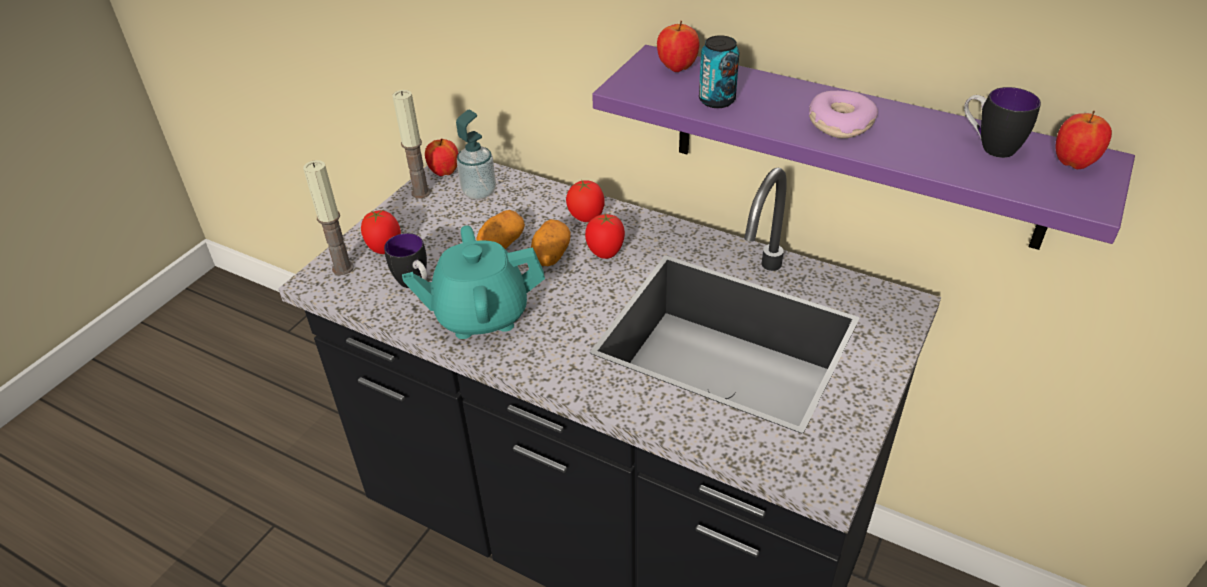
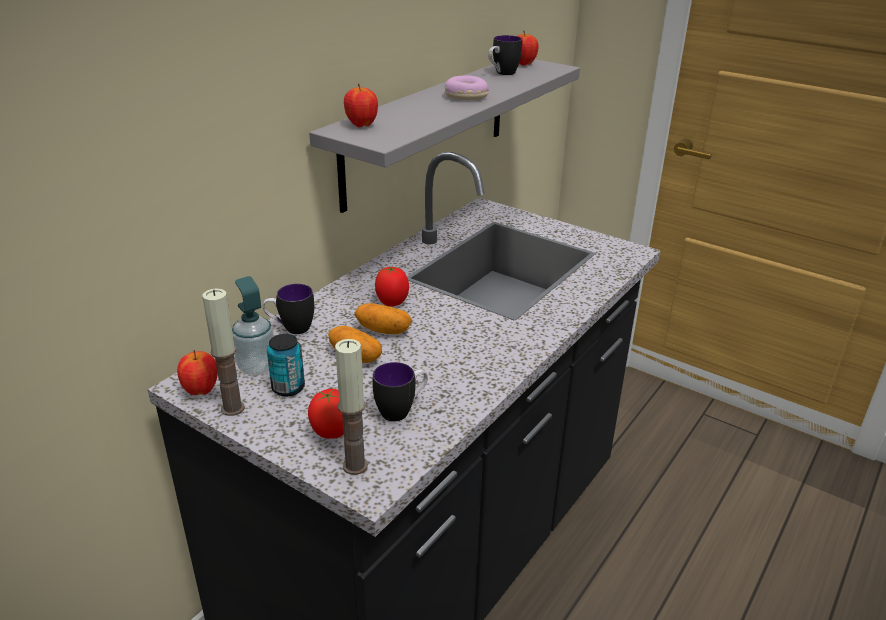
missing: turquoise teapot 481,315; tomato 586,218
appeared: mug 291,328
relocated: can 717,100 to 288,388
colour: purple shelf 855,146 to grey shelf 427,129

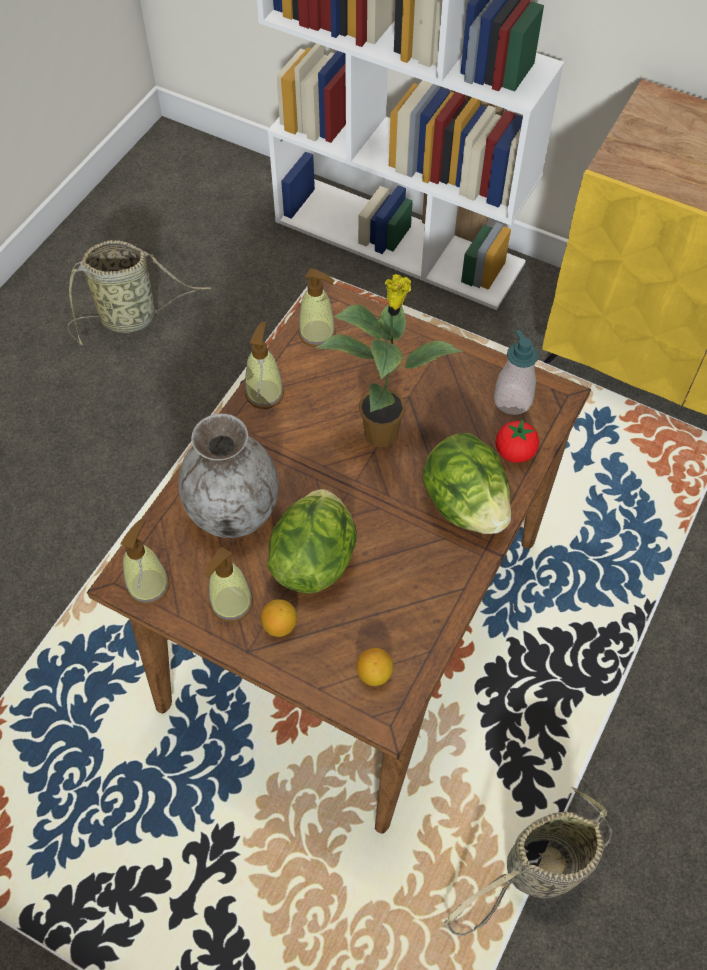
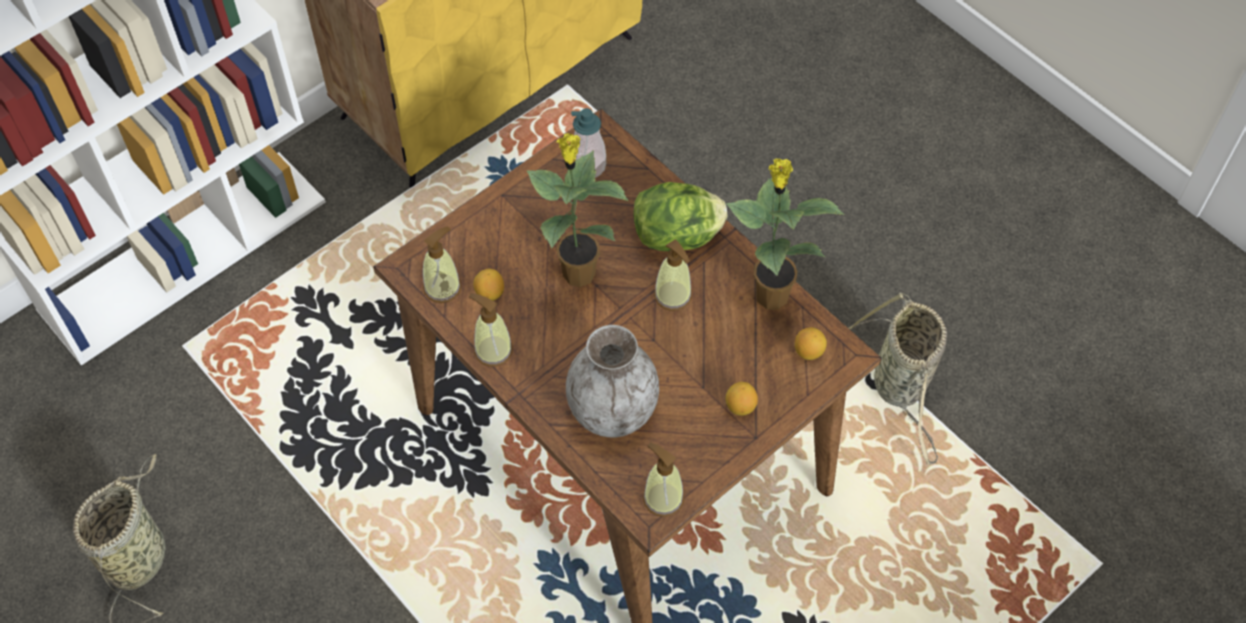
missing: lettuce 314,558; tomato 514,452
appeared: lemon 489,293; potted plant 770,294
relocated: soap dispenser 231,603 to 673,295

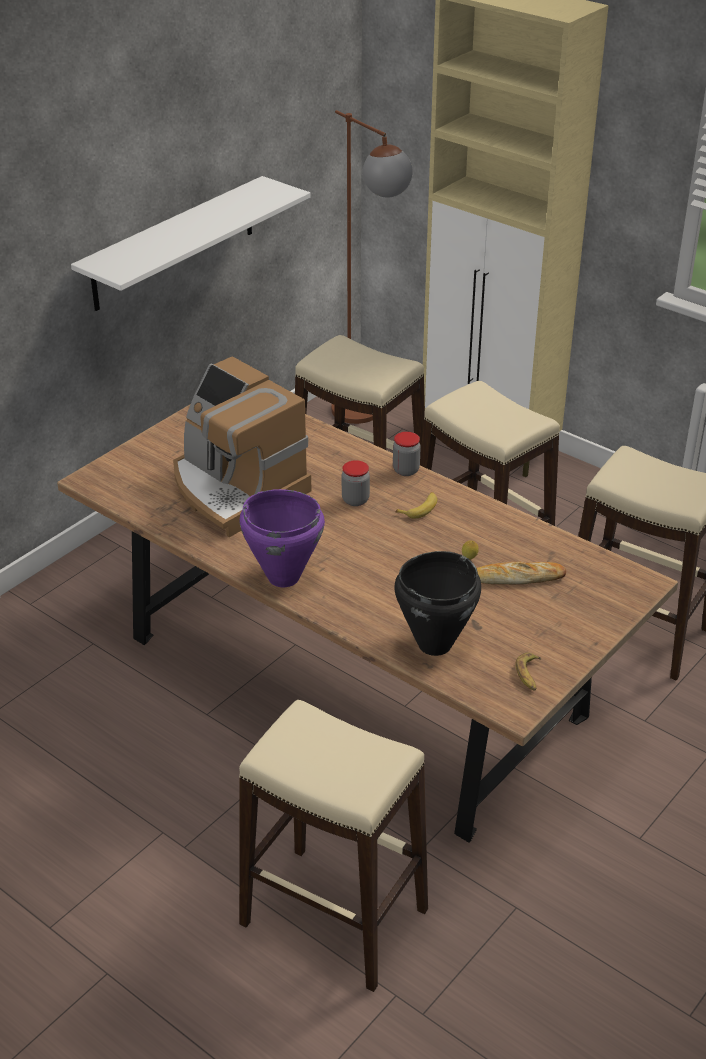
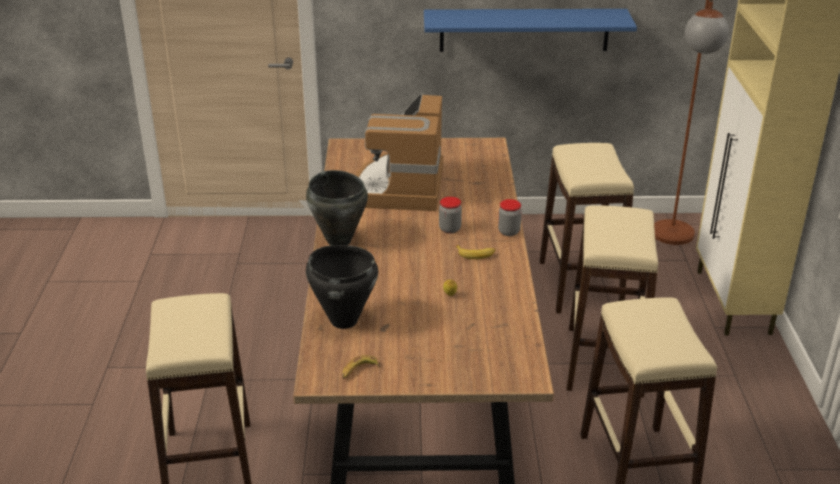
missing: bread 518,577
colour: purple cooking pot 283,577 to black cooking pot 339,240; white shelf 174,243 to blue shelf 524,30

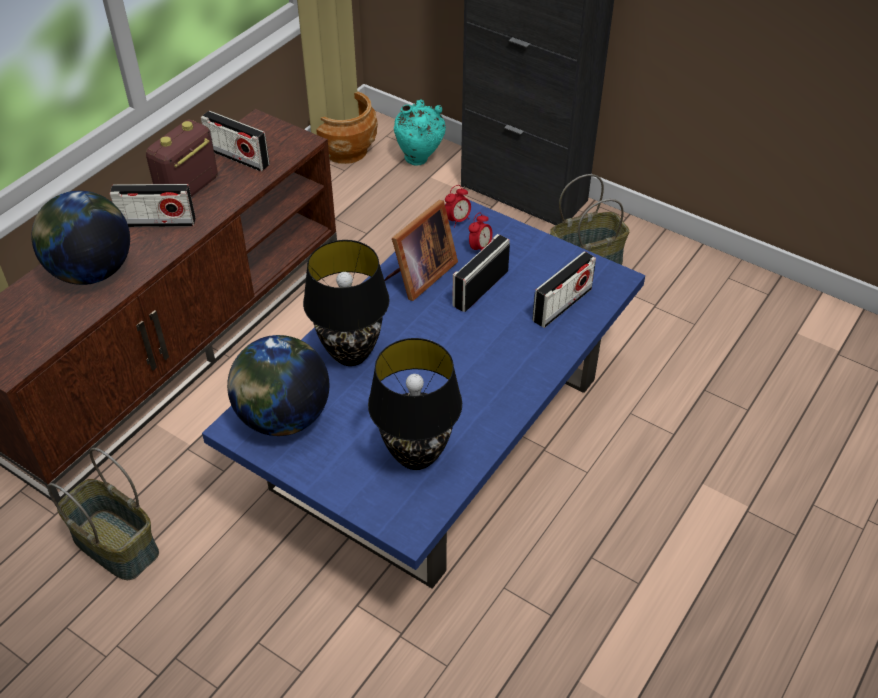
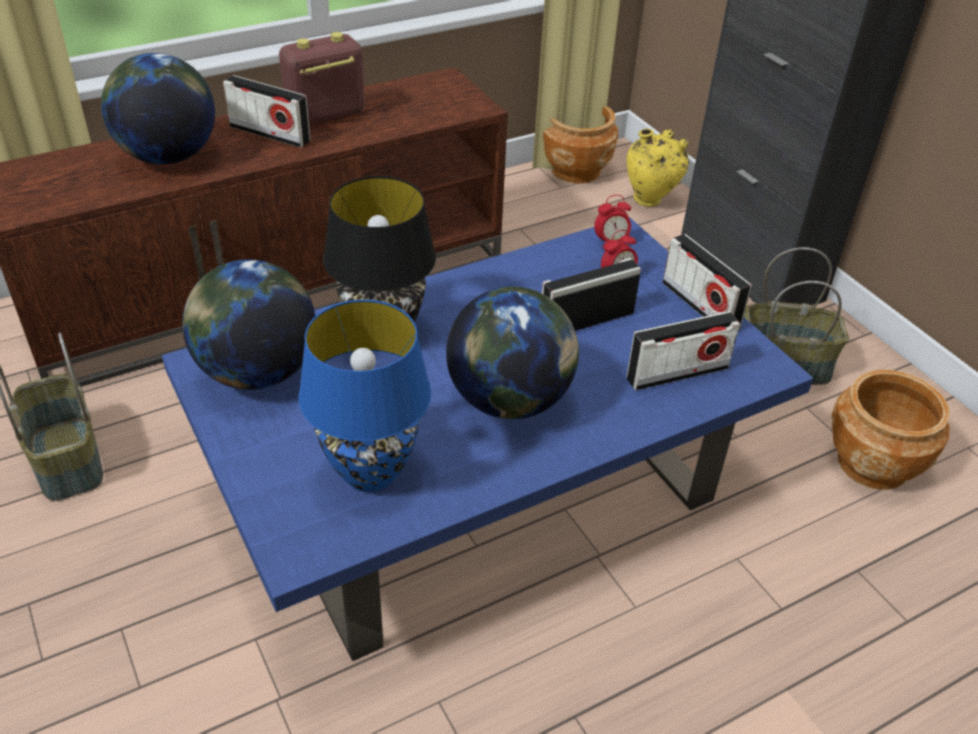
missing: picture frame 419,276
appeared: globe 510,400; brown planter 872,463
relocated: radio 238,157 to 700,306
colour: black table lamp 416,455 to blue table lamp 371,473; turquoise vase 419,160 to yellow vase 650,202

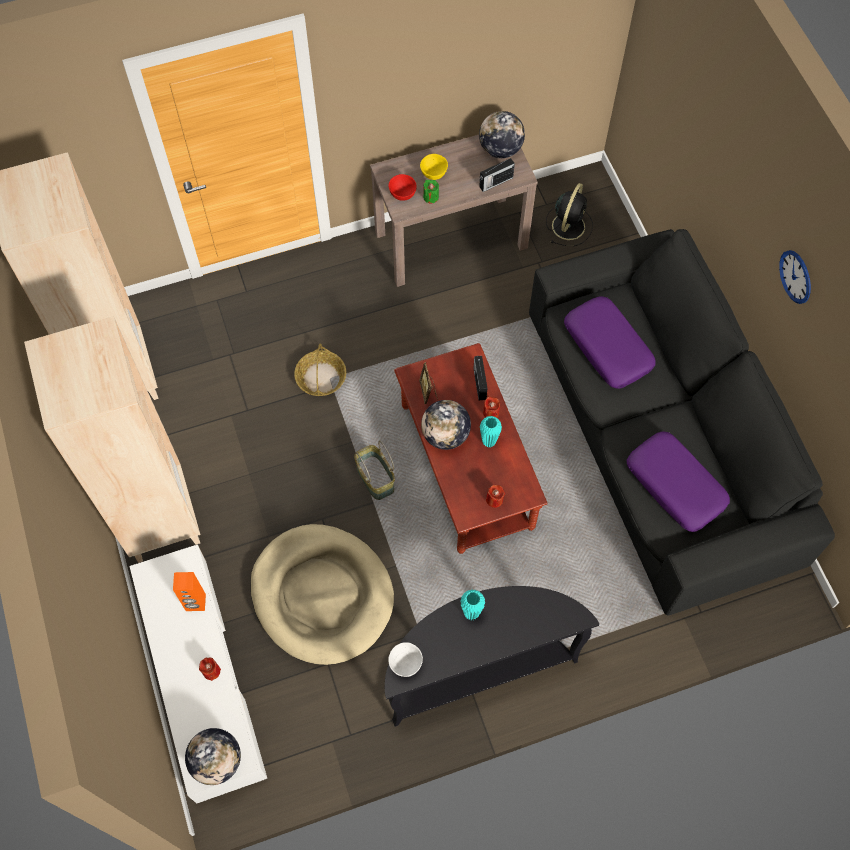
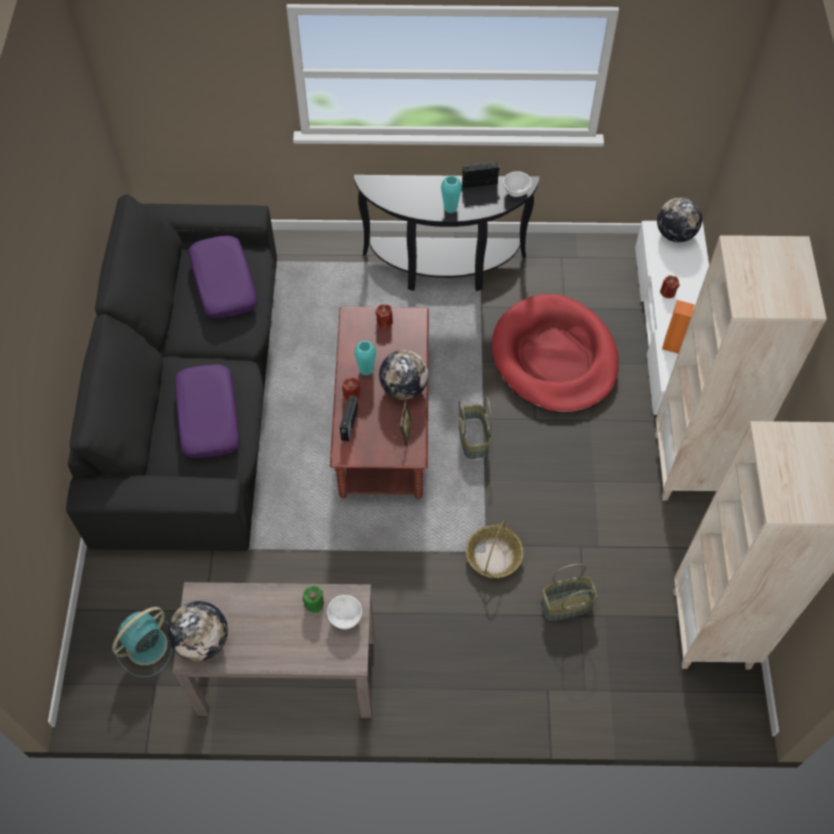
missing: yellow bowl 433,174; wall clock 795,276
appeared: basket 566,605
relocated: radio 495,182 to 480,183
colour: black fan 569,225 to turquoise fan 145,647; red bowl 402,194 to white bowl 345,618; beige dog bed 322,595 to red dog bed 554,358

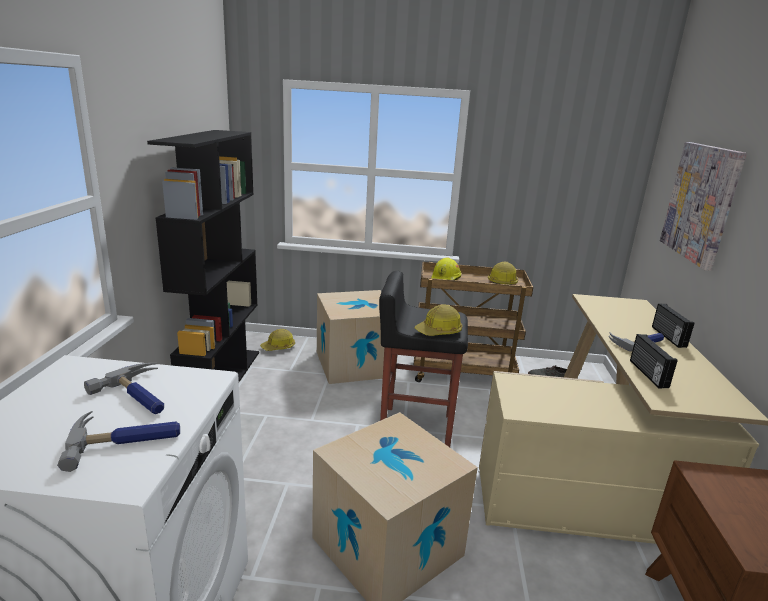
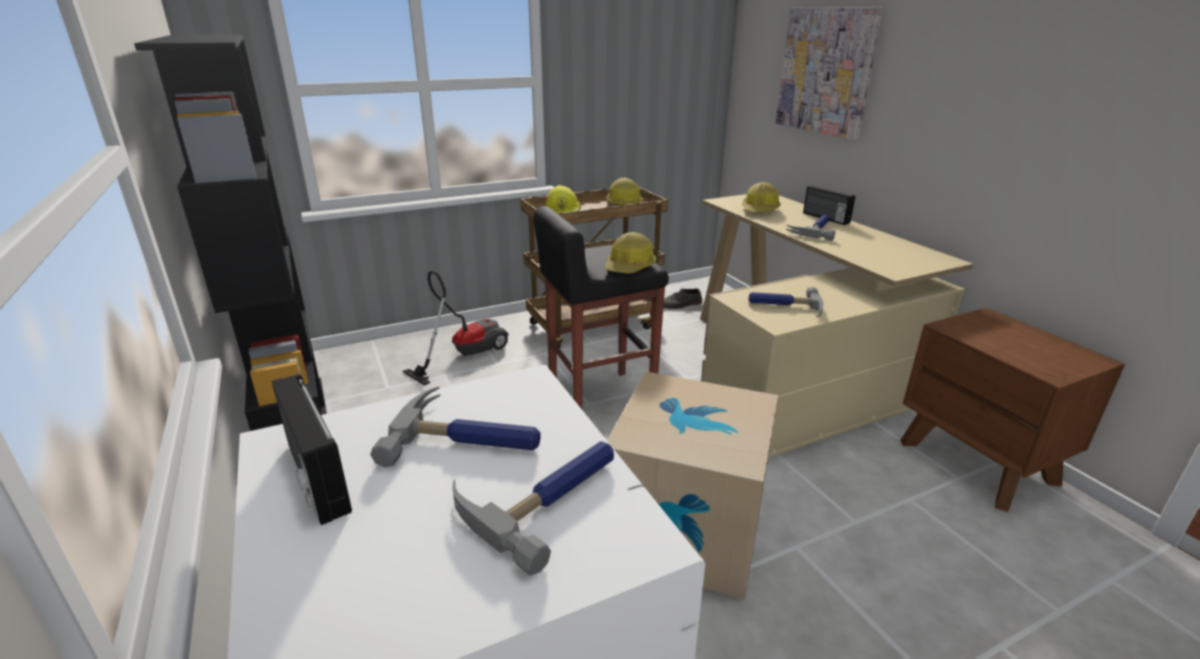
appeared: hammer 784,306
relocated: radio 647,374 to 314,477; hard hat 278,347 to 760,210
exchanged: cardboard box 354,364 to vacuum cleaner 464,353

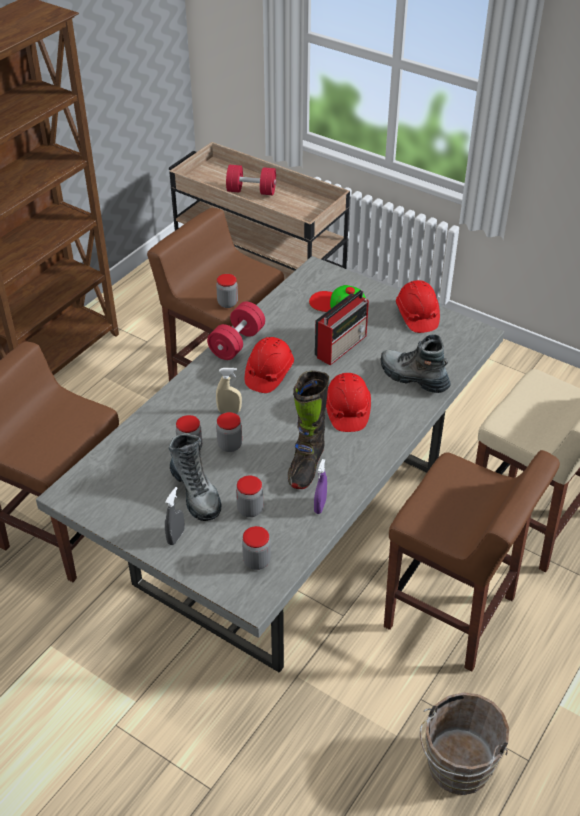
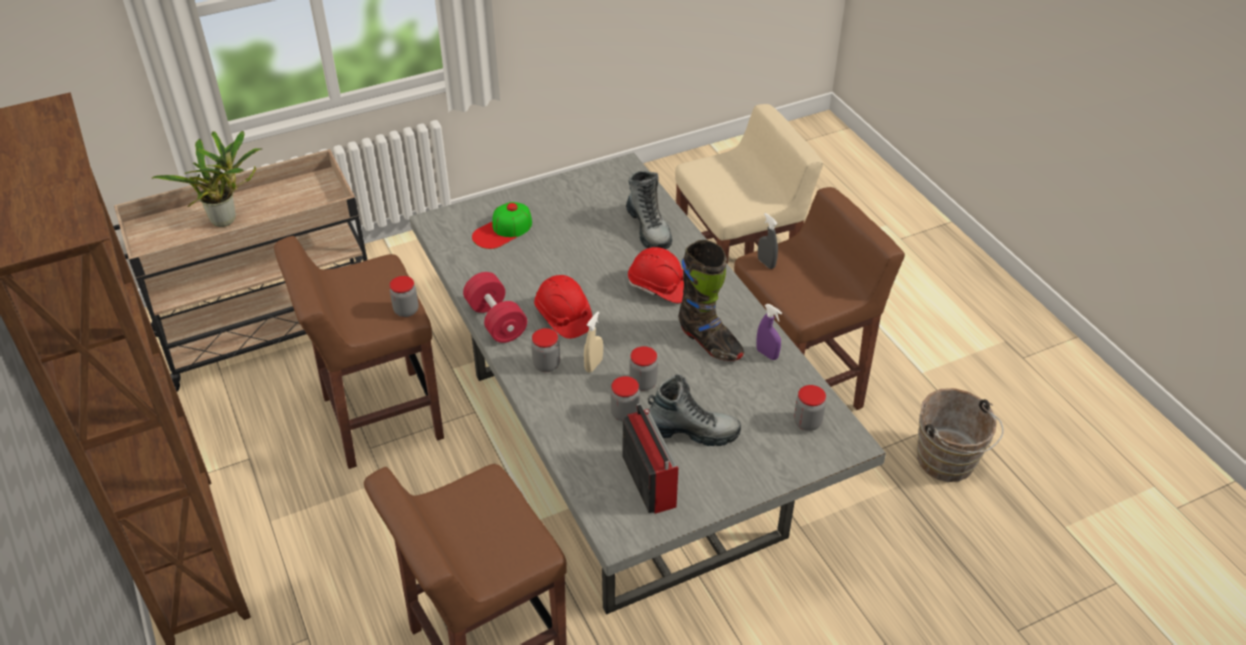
missing: red hard hat 416,316
relocated: jar 250,509 to 546,365; radio 342,345 to 649,479; grey spray bottle 176,537 to 766,263
exchanged: red dumbbell 251,191 to potted plant 228,219
spun: boot 413,377 = 649,229 90 degrees counterclockwise

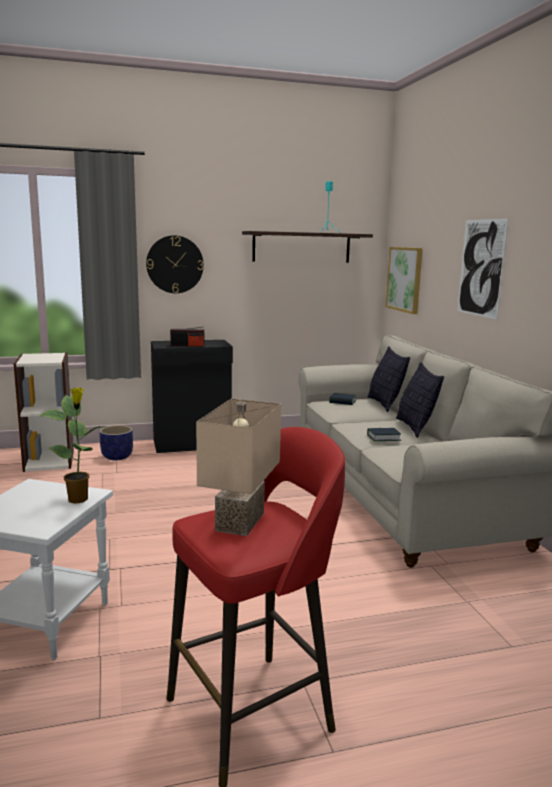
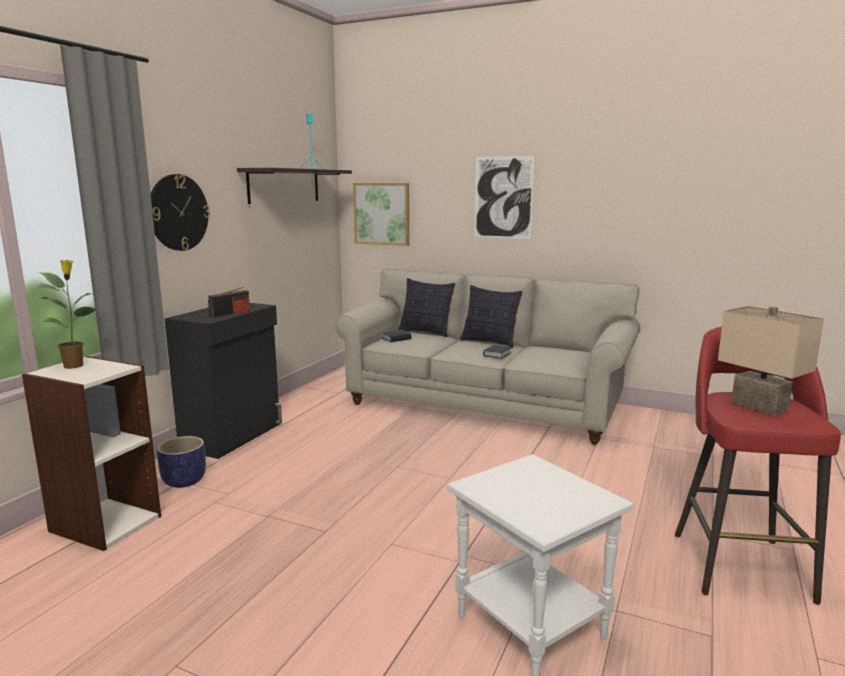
relocated: potted plant 79,499 to 75,365

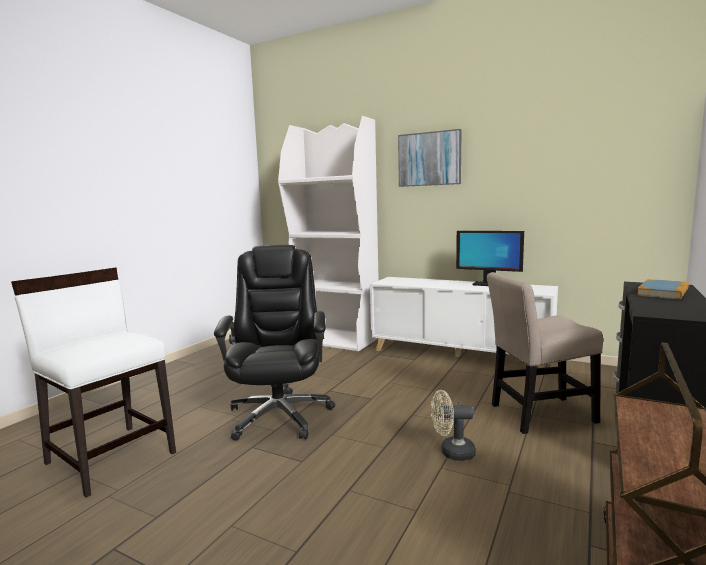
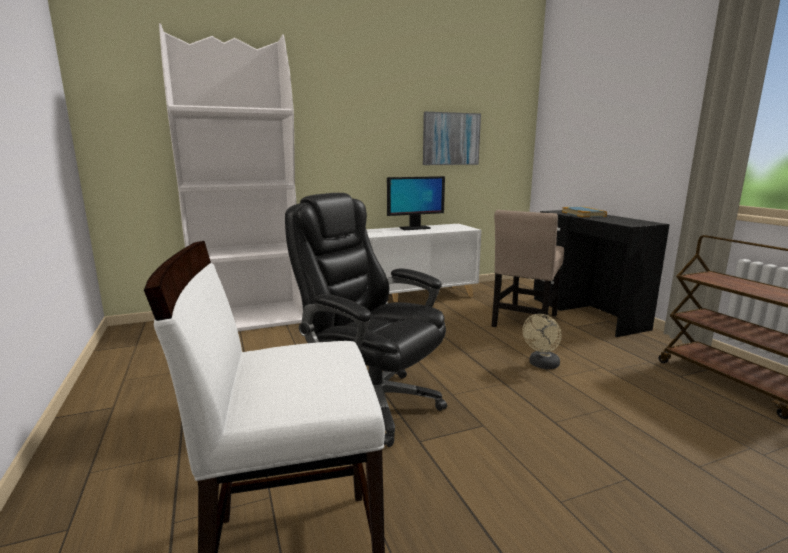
relocated: picture 429,159 to 451,139

